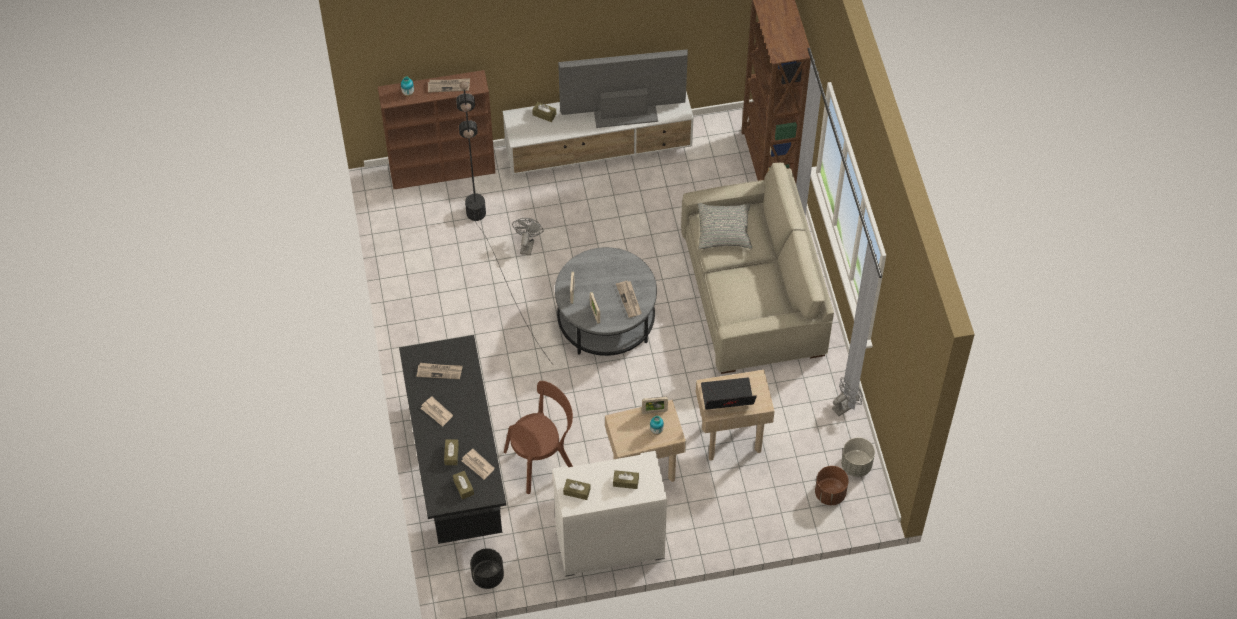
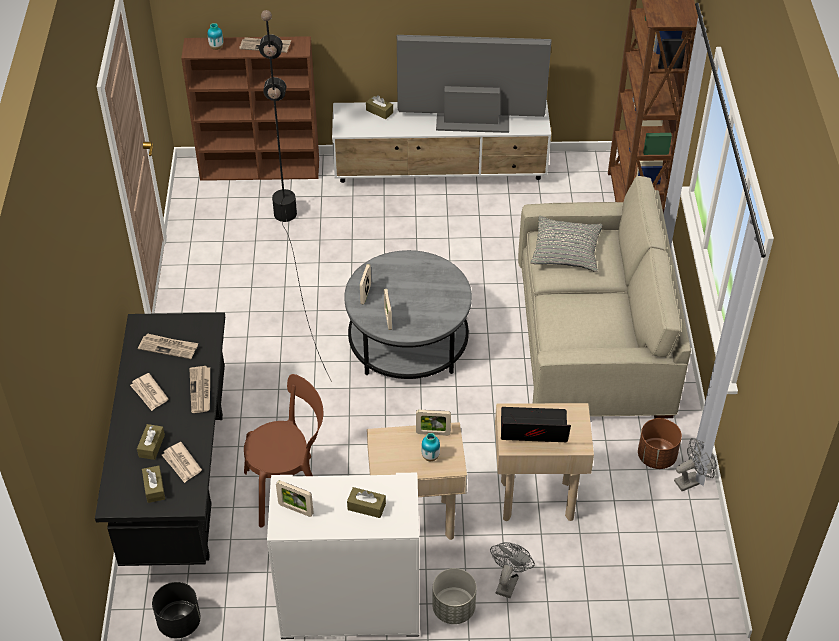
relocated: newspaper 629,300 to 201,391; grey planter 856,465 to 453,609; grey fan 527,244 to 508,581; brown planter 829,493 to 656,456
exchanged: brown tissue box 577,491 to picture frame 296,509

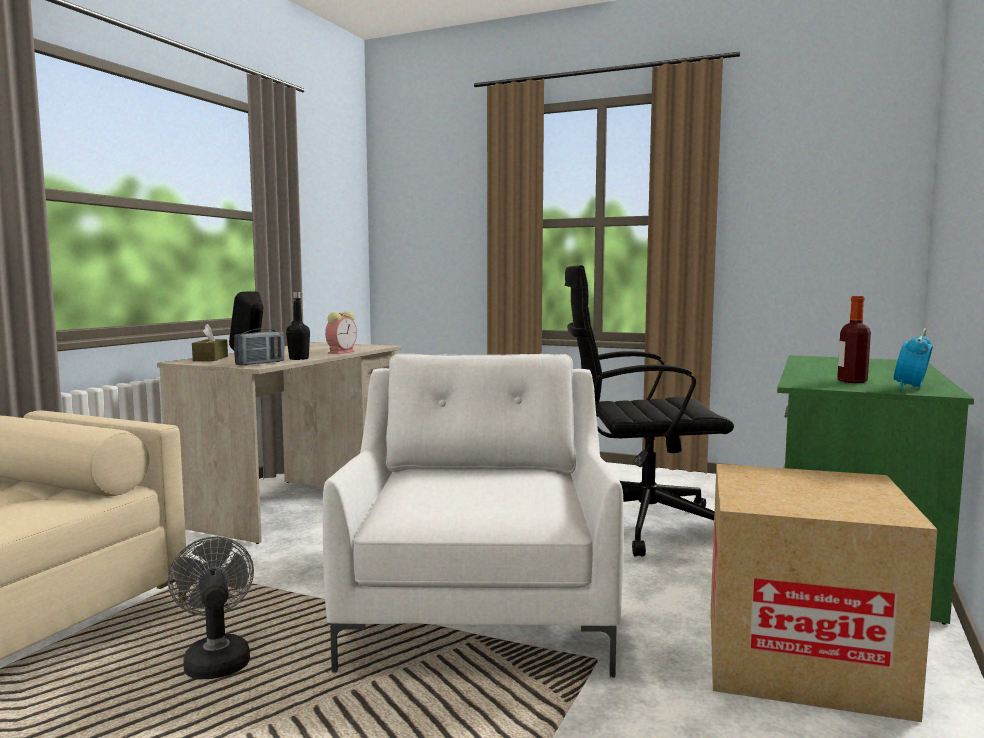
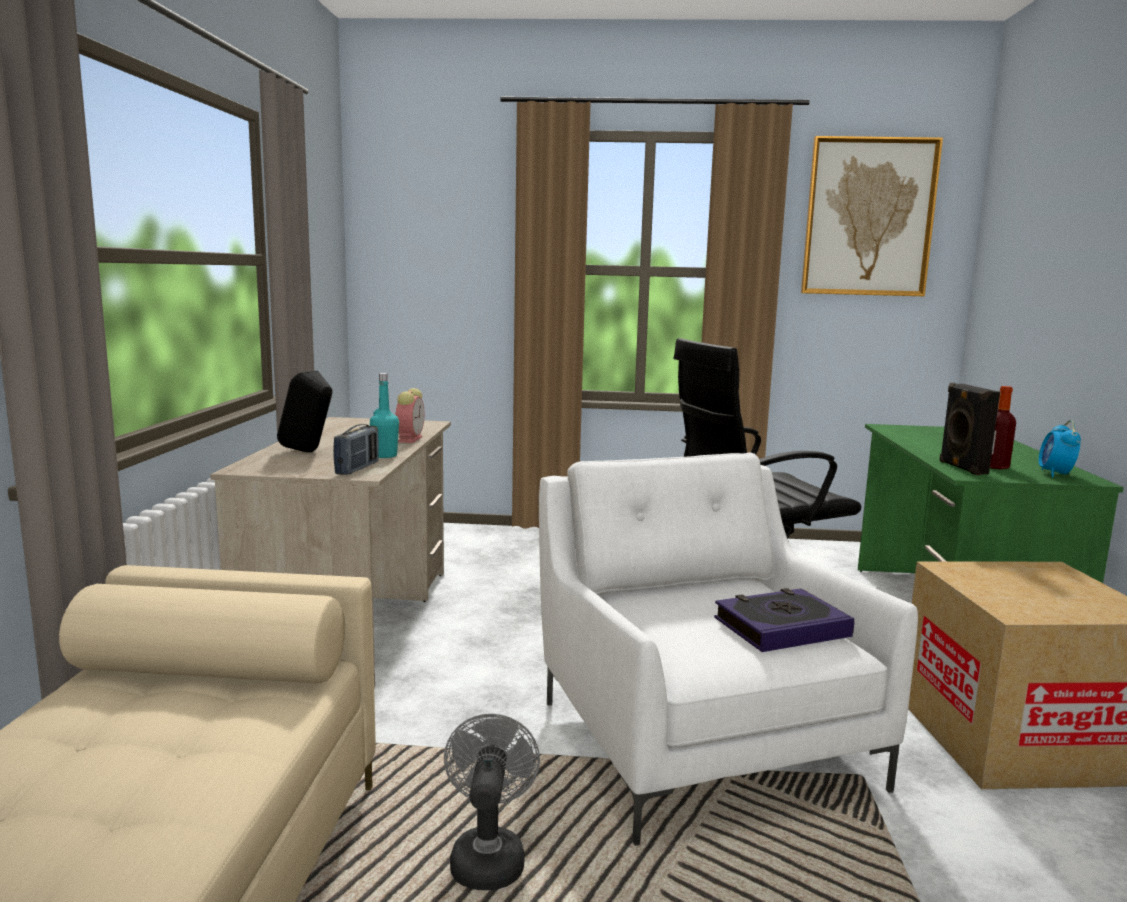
missing: brown tissue box 210,358
appeared: book 781,628; picture 868,217; black speaker 961,468
colour: black bottle 299,359 to turquoise bottle 385,455
spun: grey fan 216,659 = 488,856 45 degrees clockwise

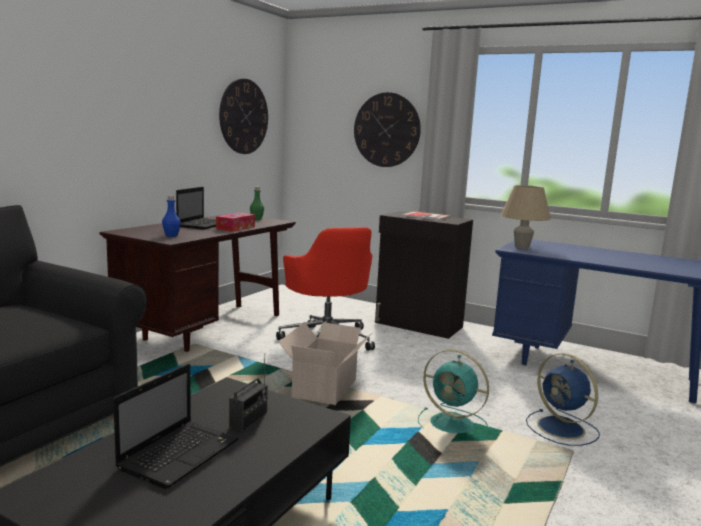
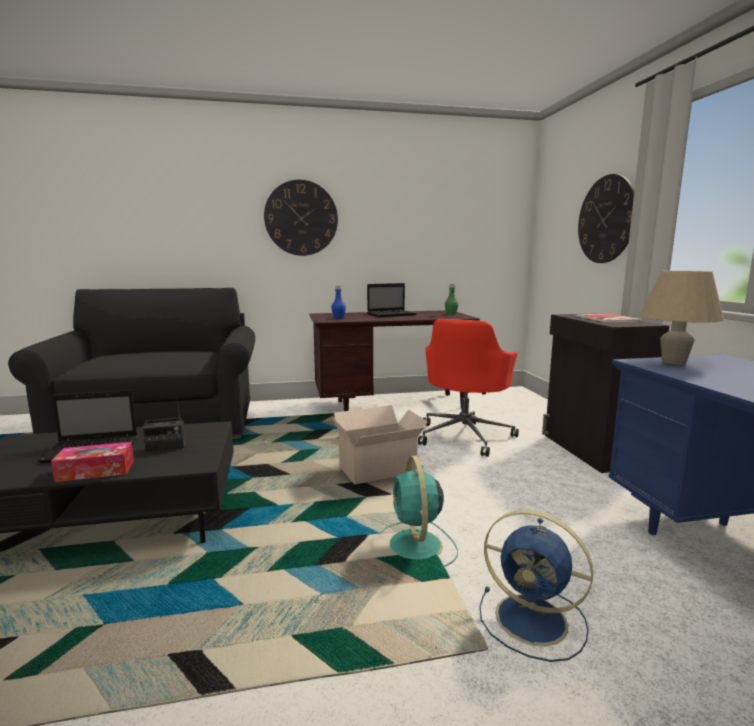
relocated: tissue box 235,228 to 96,471; wall clock 244,116 to 301,218
spun: blue fan 562,429 = 534,620 75 degrees counterclockwise

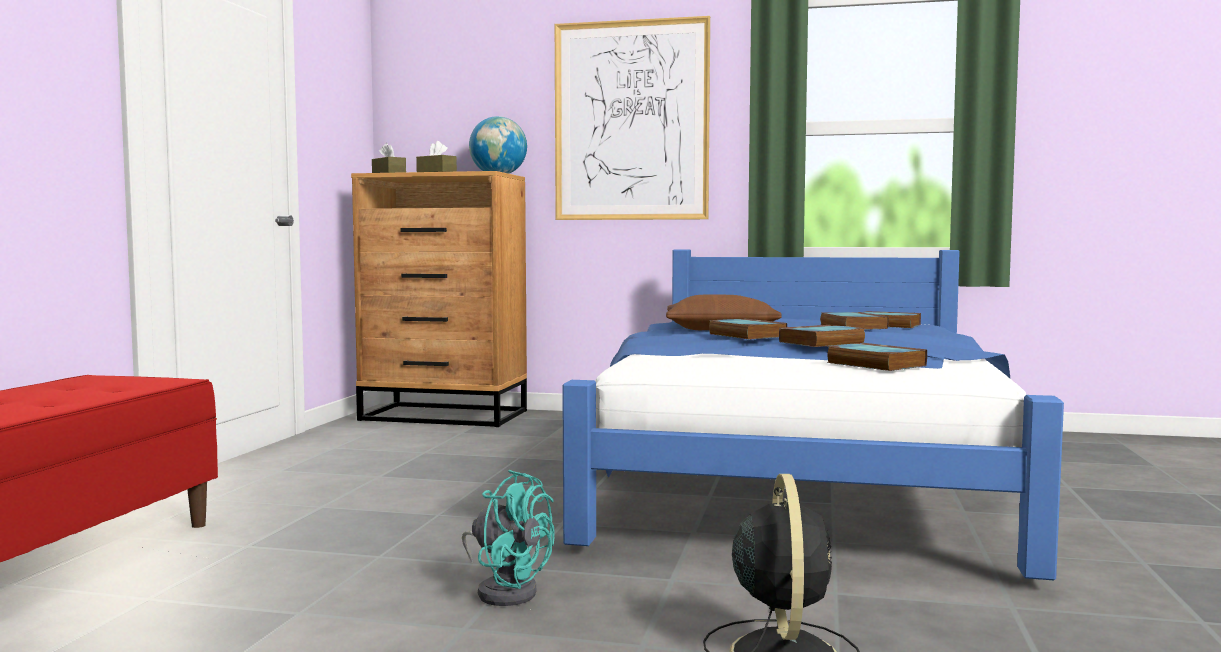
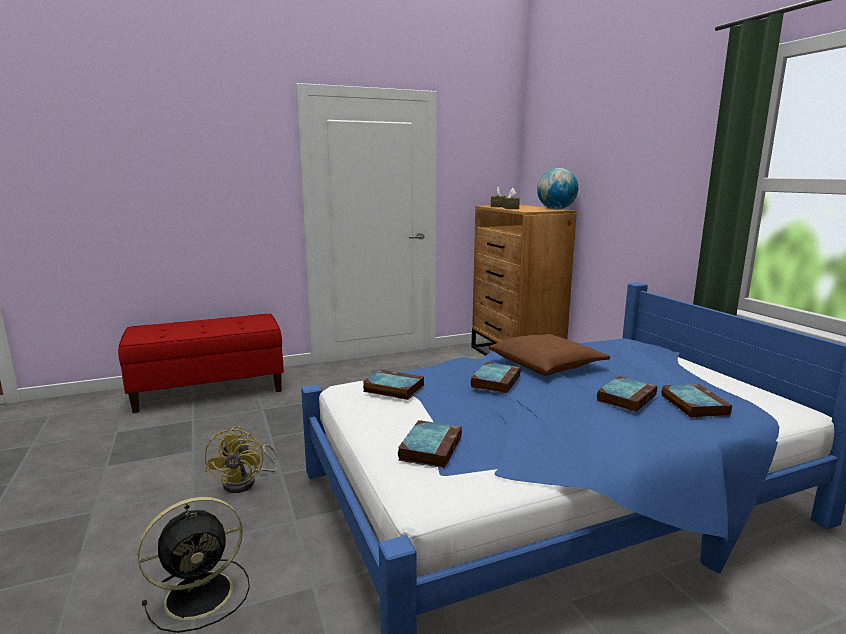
missing: picture 631,121
relocated: book 821,342 to 392,389
colour: turquoise fan 506,590 to yellow fan 246,482

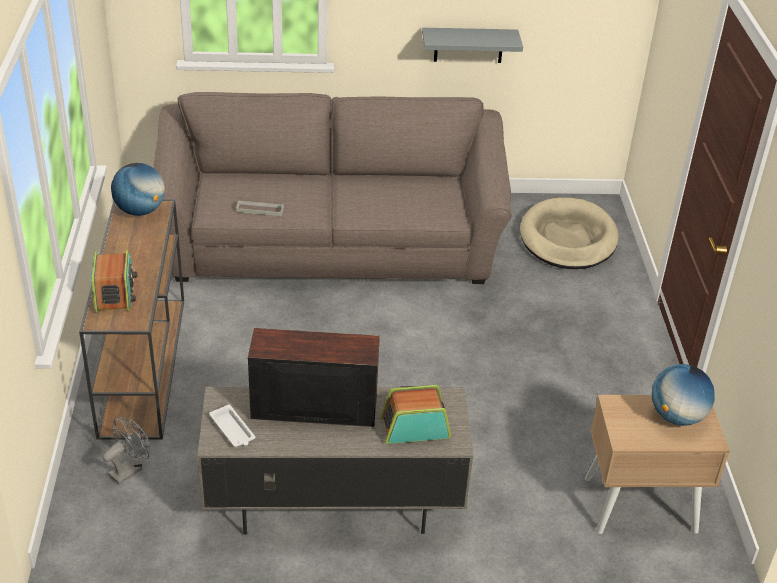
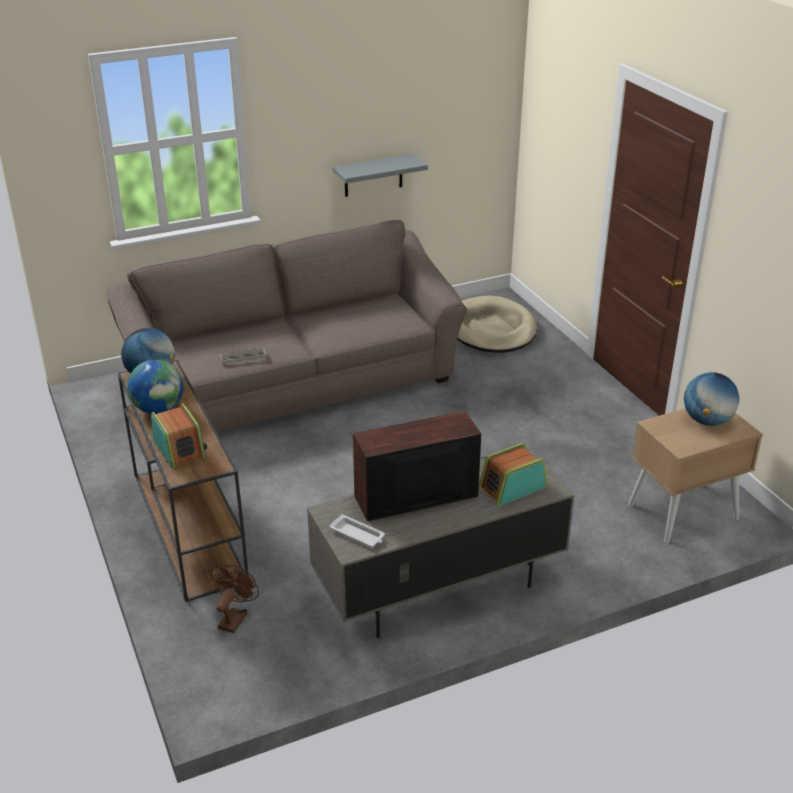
appeared: globe 159,409
colour: grey fan 129,469 to brown fan 235,617

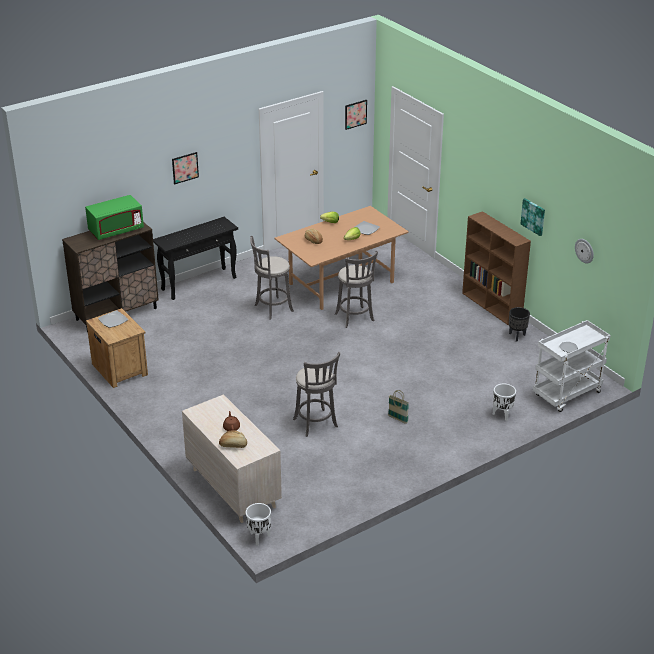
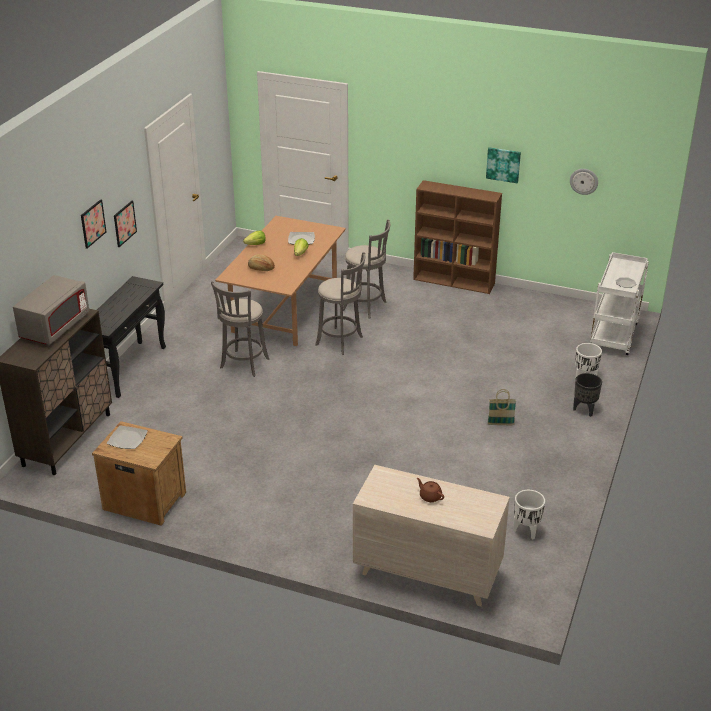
missing: bread 233,445
relocated: picture 355,114 to 124,223; grey stool 316,424 to 366,306; white planter 259,537 to 526,530; black planter 516,336 to 584,410
colour: green microwave 116,230 to grey microwave 55,327

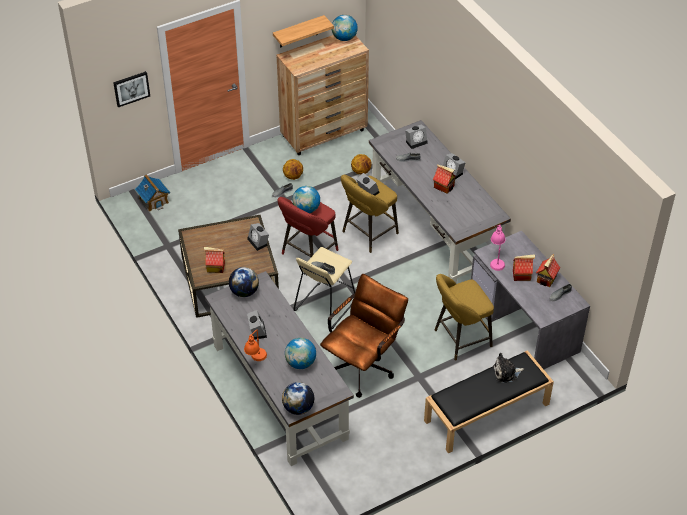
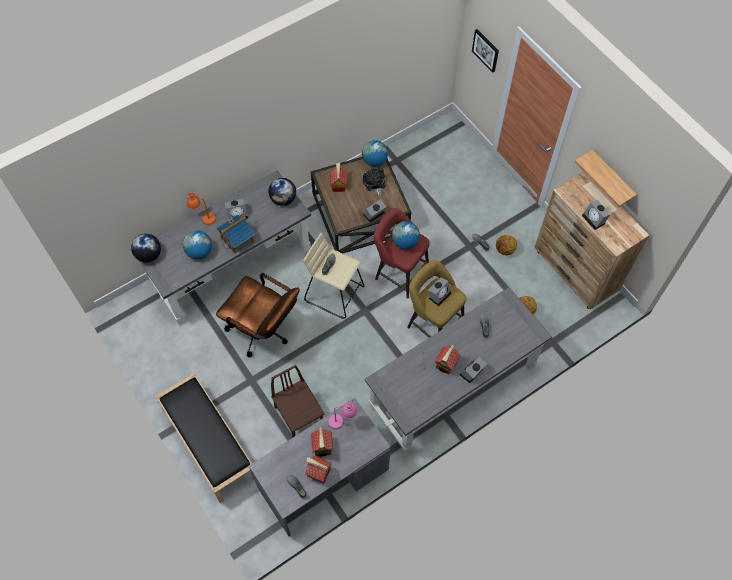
relocated: toy house 154,200 to 237,239; globe 344,38 to 374,161; plush toy 506,373 to 374,184; alarm clock 416,141 to 594,219
exchanged: yellow stool 459,339 to brown chair 299,416

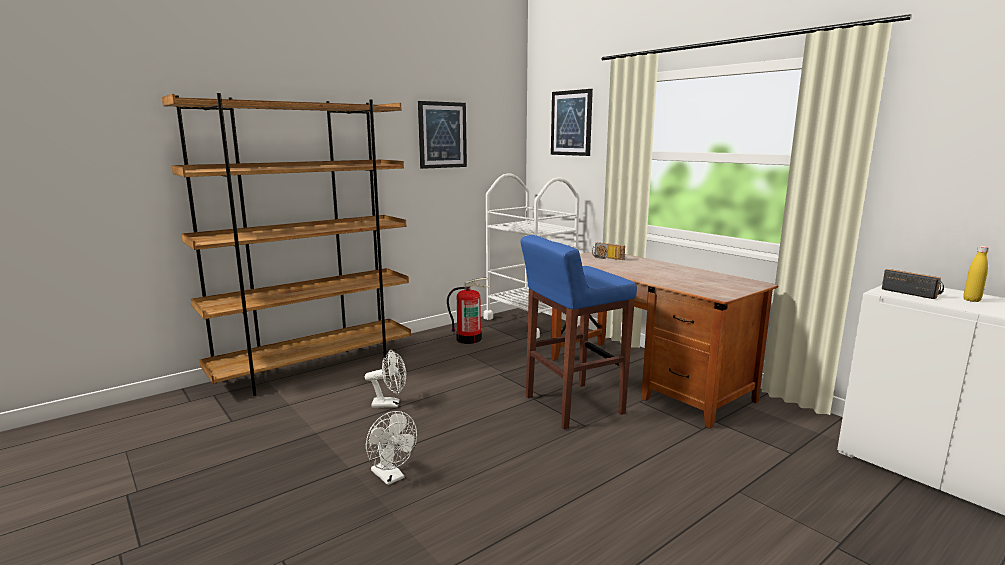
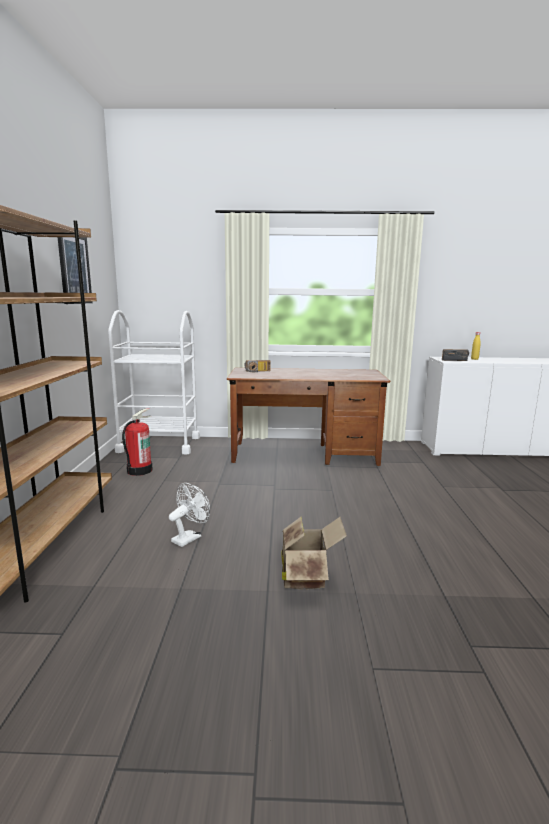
missing: blue stool 572,405; picture 571,123
exchanged: white fan 391,477 to cardboard box 307,576

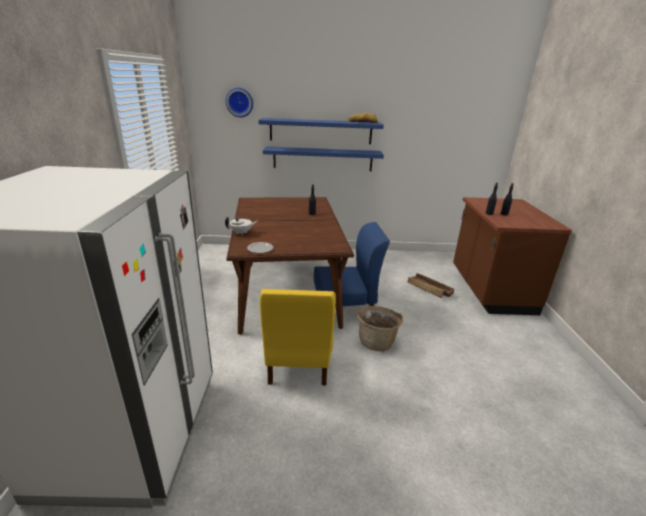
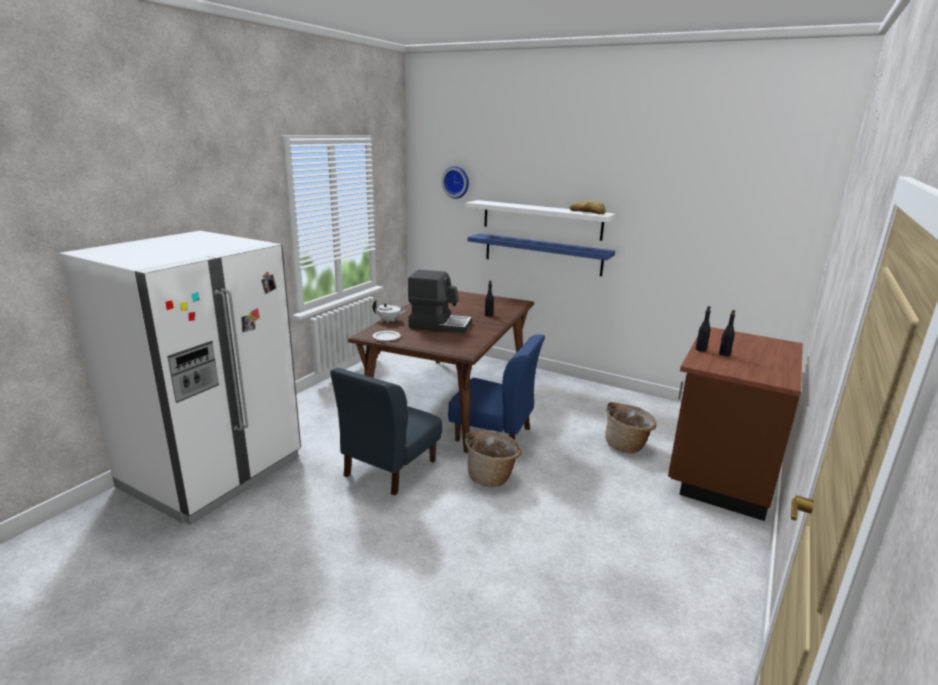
appeared: coffee machine 440,325
exchanged: crate 429,289 to basket 627,445
colour: yellow chair 298,362 to blue chair 389,468; blue shelf 321,131 to white shelf 541,219

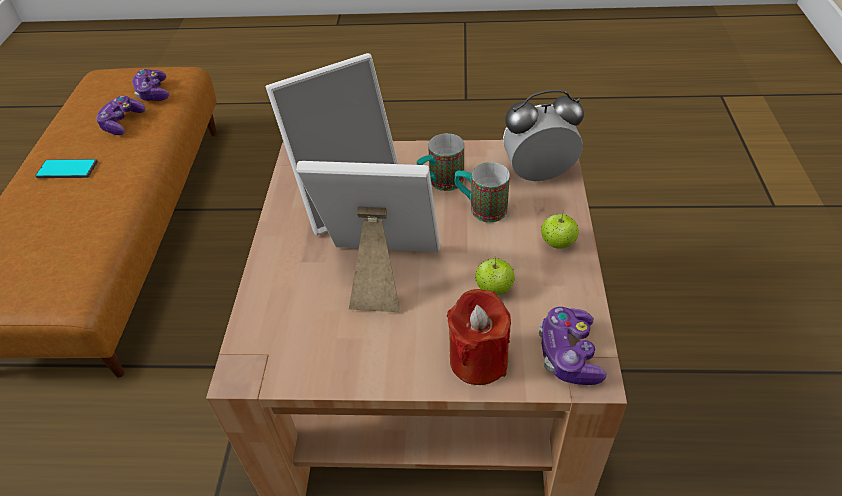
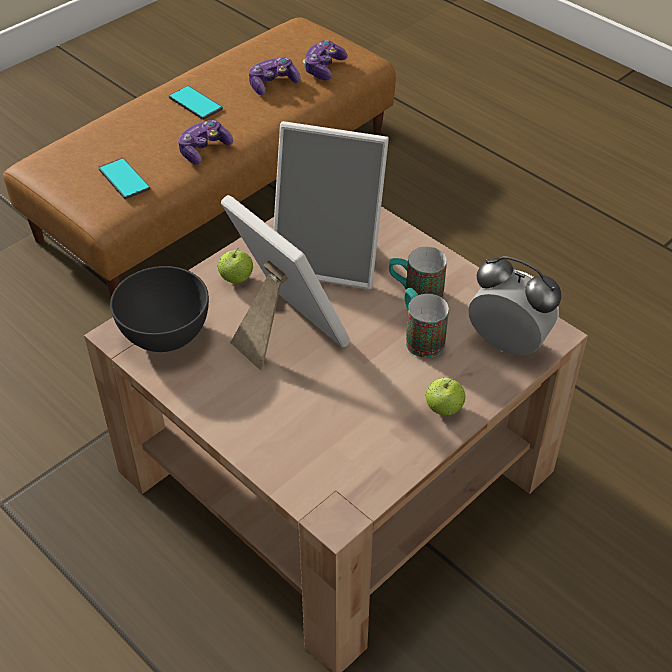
missing: red candle 478,360
appeared: phone 124,179; grey bowl 166,335
relocated: game controller 569,354 to 204,150; apple 494,289 to 236,279

